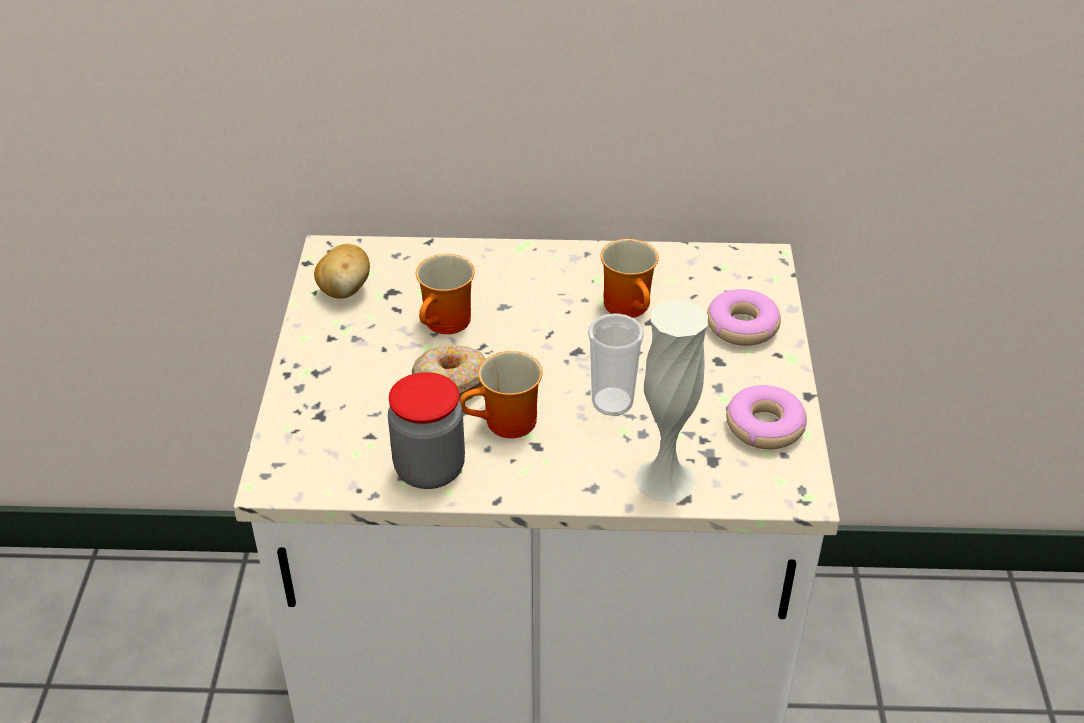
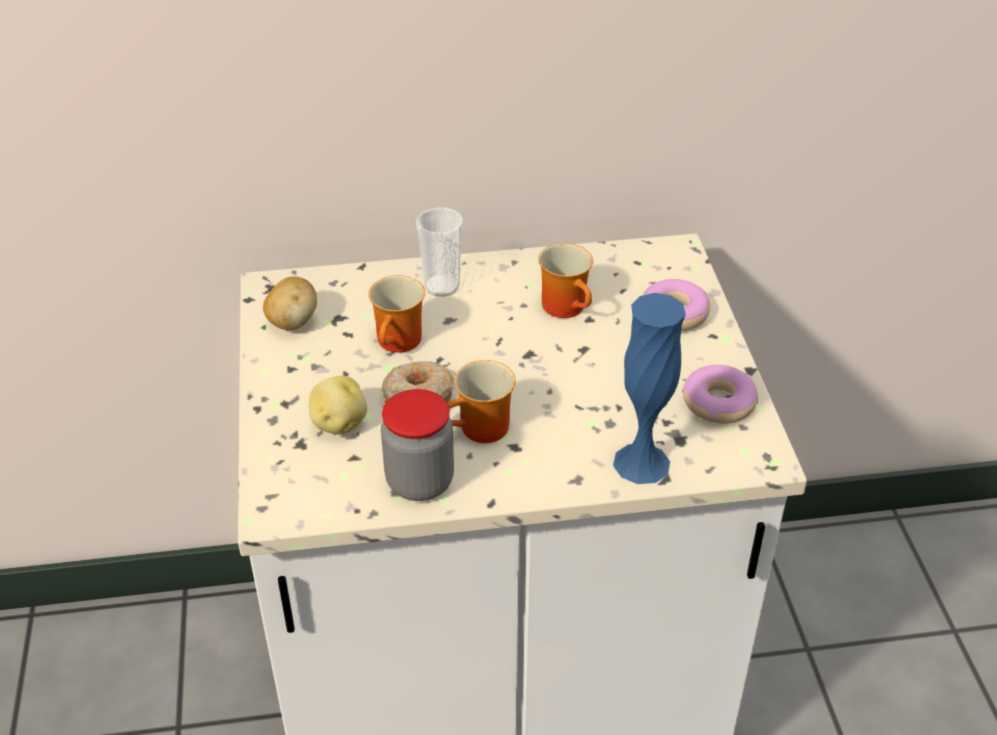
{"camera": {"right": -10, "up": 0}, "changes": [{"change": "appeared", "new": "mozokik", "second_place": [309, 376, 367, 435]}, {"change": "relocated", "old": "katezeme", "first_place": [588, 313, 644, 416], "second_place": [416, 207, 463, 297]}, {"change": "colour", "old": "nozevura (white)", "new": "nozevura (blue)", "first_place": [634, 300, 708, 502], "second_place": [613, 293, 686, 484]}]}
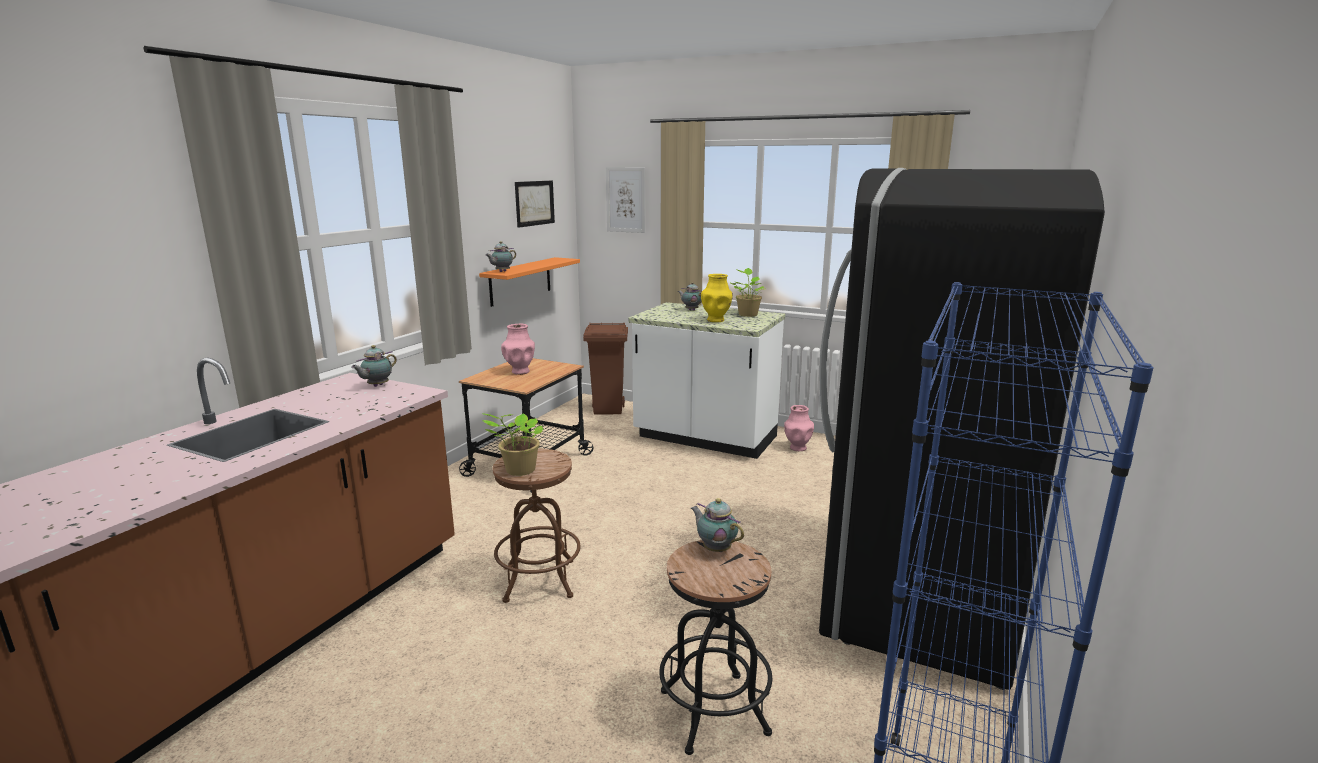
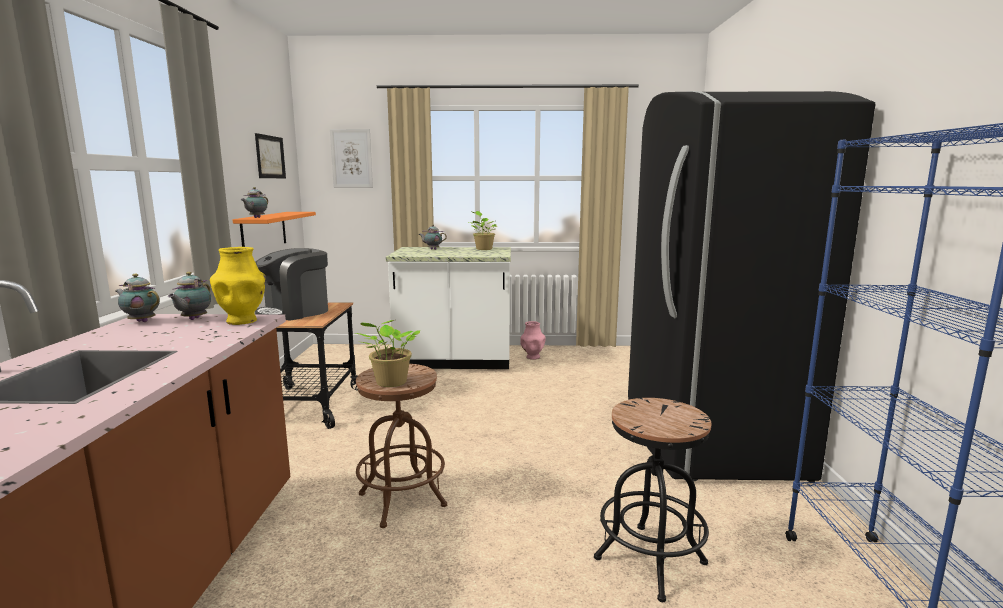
{"camera": {"right": -25, "up": -5}, "changes": [{"change": "missing", "old": "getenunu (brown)", "first_place": [583, 322, 628, 414]}, {"change": "relocated", "old": "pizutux", "first_place": [691, 498, 744, 552], "second_place": [115, 274, 160, 322]}, {"change": "relocated", "old": "nozevura (yellow)", "first_place": [701, 274, 733, 322], "second_place": [210, 247, 266, 325]}, {"change": "exchanged", "old": "nozevura (pink)", "new": "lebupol", "first_place": [501, 324, 535, 375], "second_place": [255, 248, 328, 321]}]}
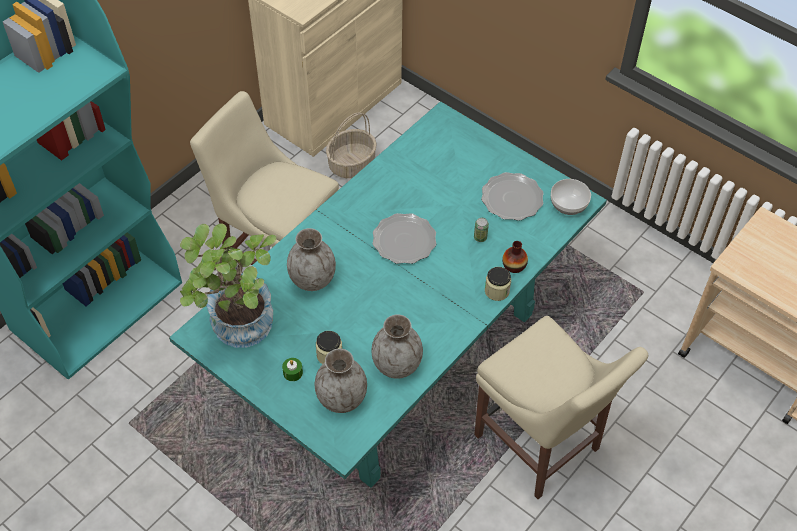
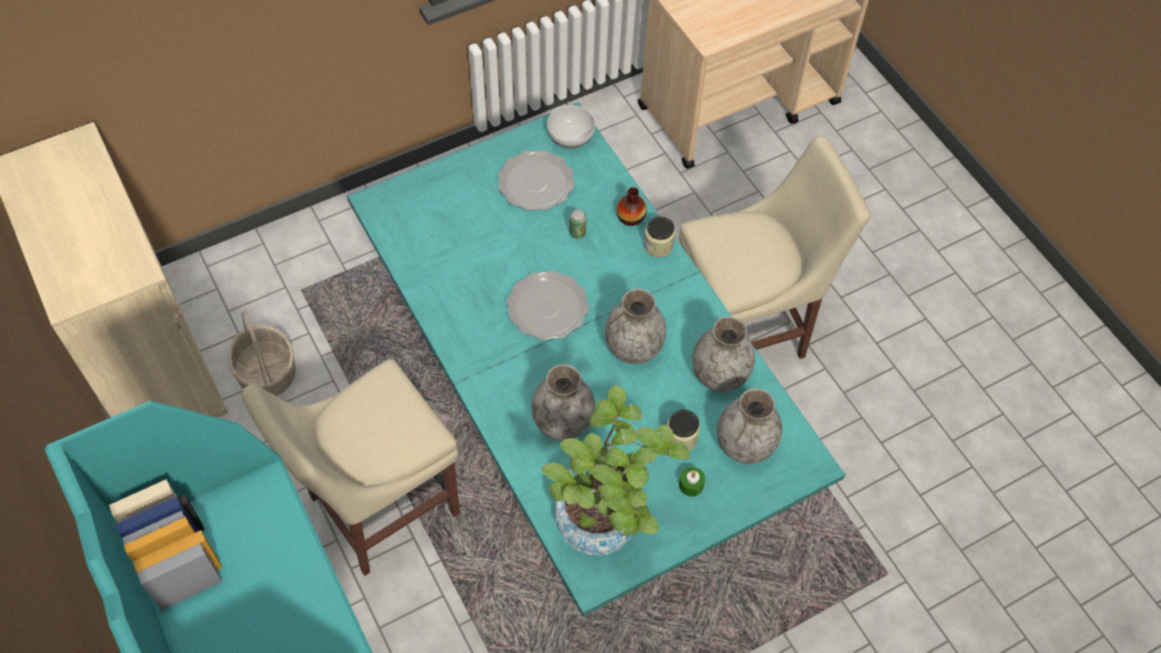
{"camera": {"right": -70, "up": 5}, "changes": [{"change": "appeared", "new": "nozevura (grey)", "second_place": [605, 288, 666, 364]}]}
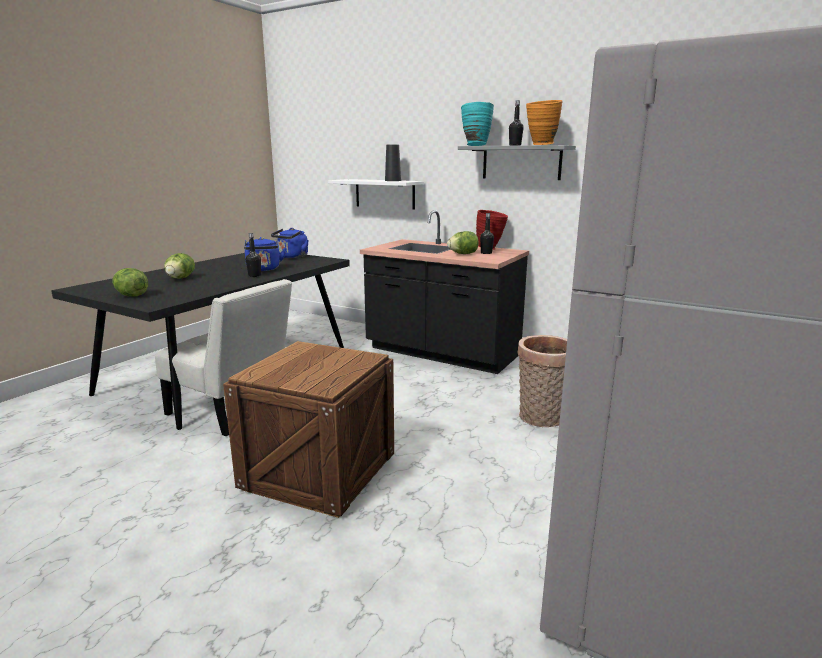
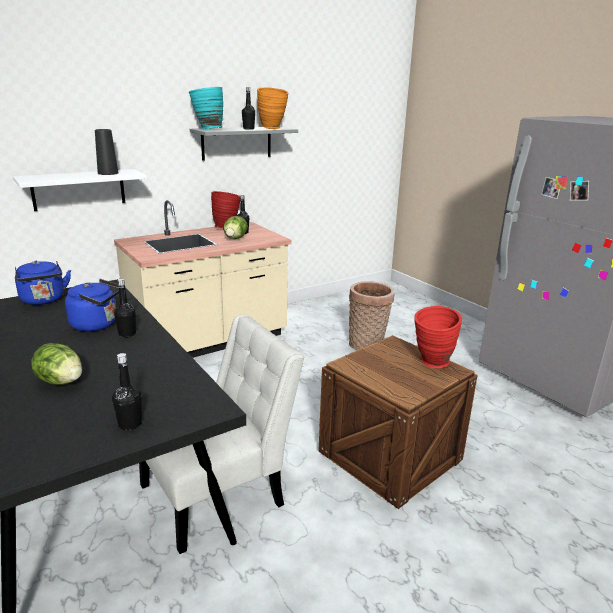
{"camera": {"right": -65, "up": 5}, "changes": [{"change": "appeared", "new": "nozevura (red)", "second_place": [414, 306, 462, 368]}, {"change": "exchanged", "old": "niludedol", "new": "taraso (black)", "first_place": [113, 268, 148, 297], "second_place": [112, 353, 142, 430]}, {"change": "colour", "old": "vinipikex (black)", "new": "vinipikex (beige)", "first_place": [360, 210, 529, 374], "second_place": [114, 200, 292, 358]}]}
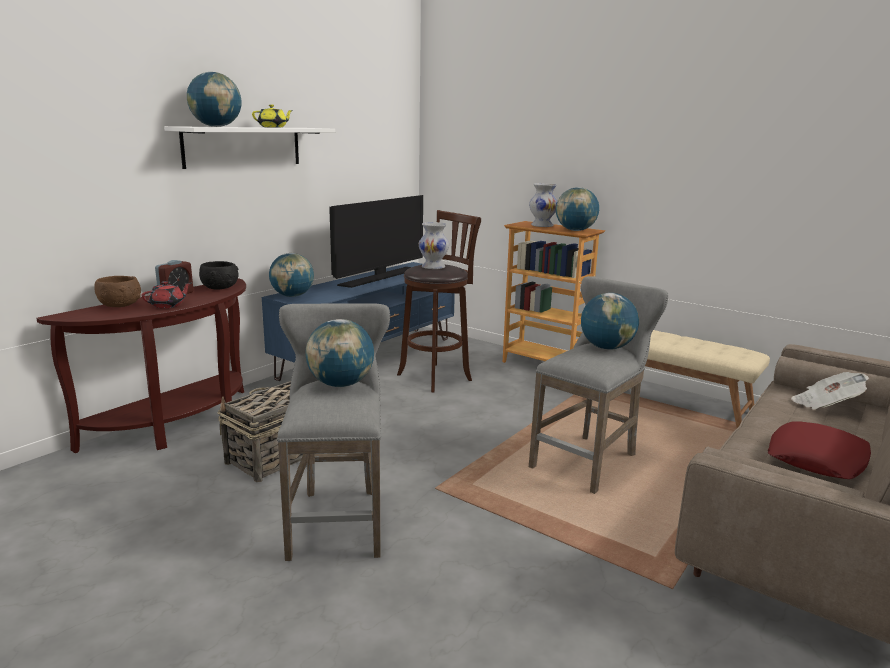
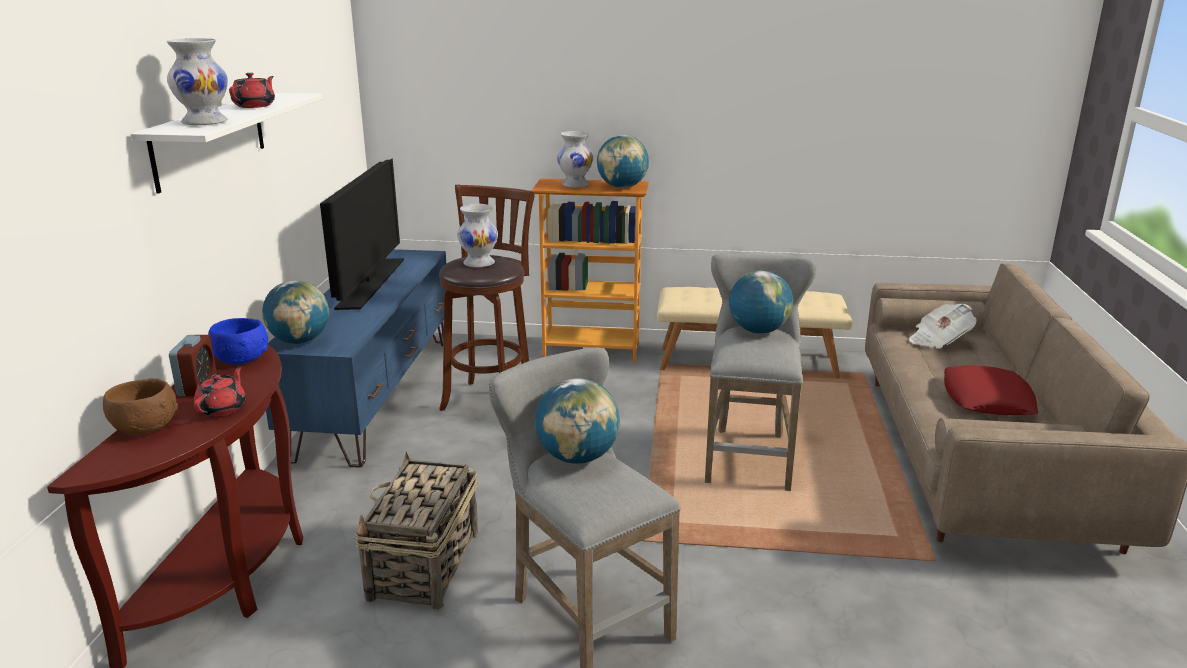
{"camera": {"right": -30, "up": 5}, "changes": [{"change": "exchanged", "old": "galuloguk", "new": "nozevura (white)", "first_place": [187, 72, 242, 127], "second_place": [167, 38, 228, 125]}, {"change": "colour", "old": "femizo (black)", "new": "femizo (blue)", "first_place": [199, 261, 239, 290], "second_place": [208, 318, 268, 364]}, {"change": "colour", "old": "pizutux (yellow)", "new": "pizutux (red)", "first_place": [252, 105, 293, 128], "second_place": [229, 73, 275, 108]}]}
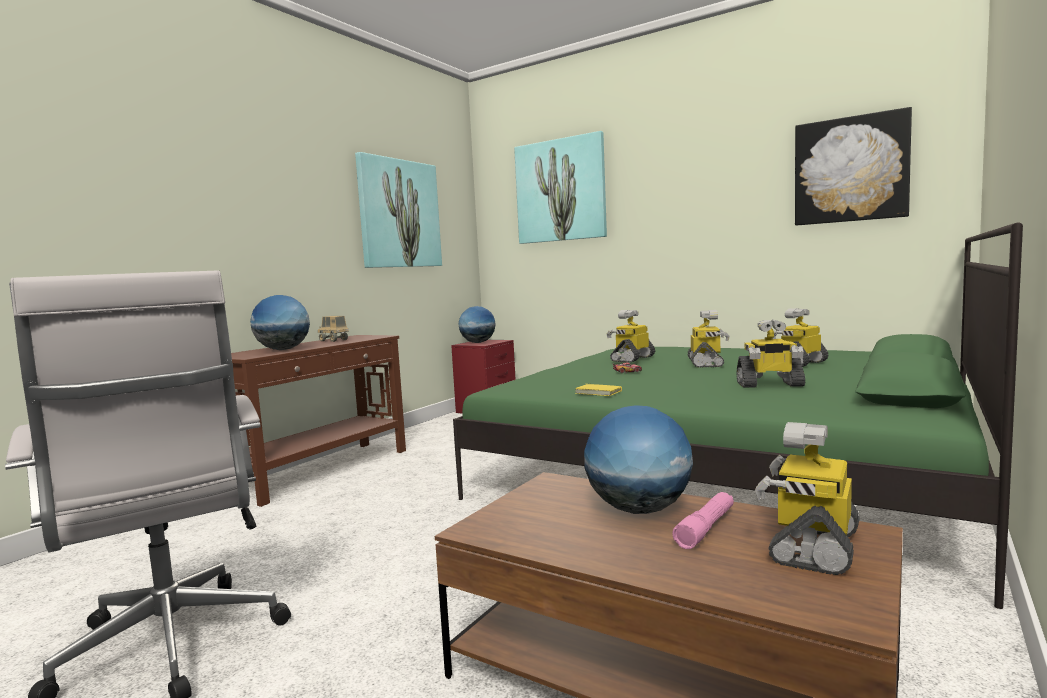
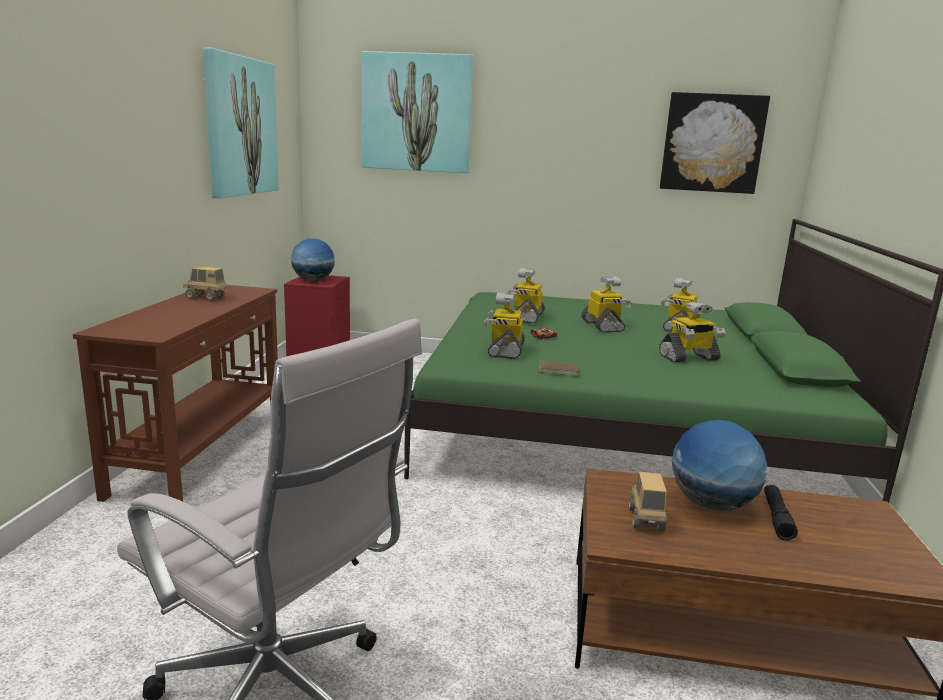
{"camera": {"right": -25, "up": 10}, "changes": [{"change": "missing", "old": "galuloguk", "first_place": [250, 295, 310, 350]}, {"change": "appeared", "new": "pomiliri", "second_place": [629, 472, 667, 532]}, {"change": "relocated", "old": "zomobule", "first_place": [755, 422, 860, 575], "second_place": [483, 293, 525, 359]}, {"change": "colour", "old": "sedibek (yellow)", "new": "sedibek (brown)", "first_place": [575, 383, 622, 396], "second_place": [538, 358, 578, 376]}, {"change": "colour", "old": "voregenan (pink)", "new": "voregenan (black)", "first_place": [672, 492, 734, 549], "second_place": [764, 485, 798, 541]}]}
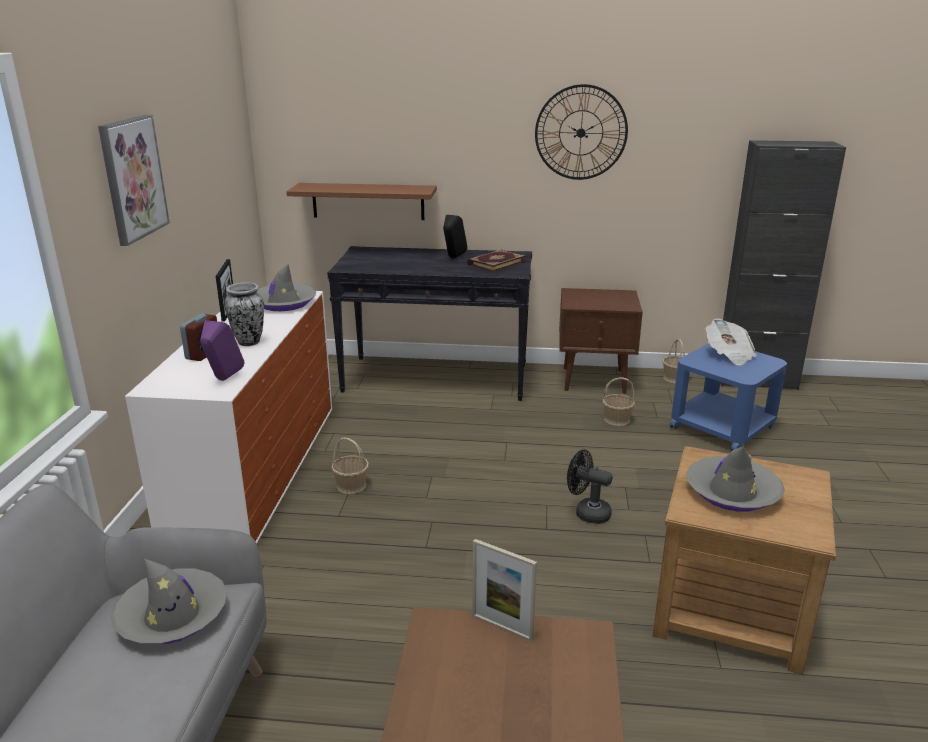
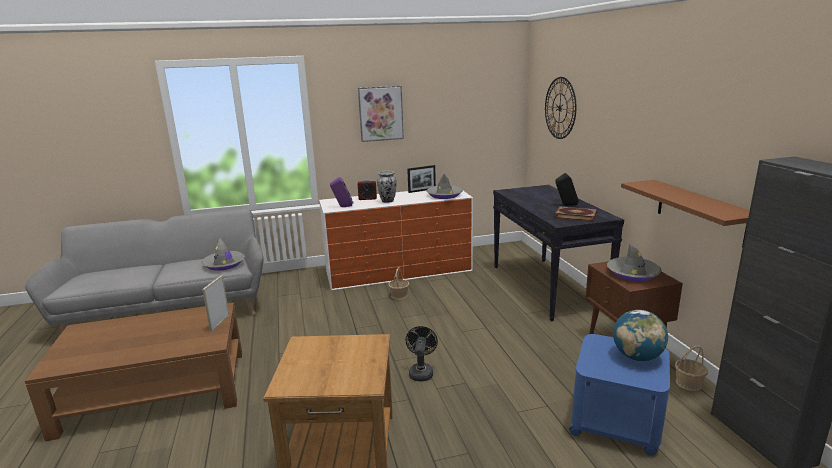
{"camera": {"right": 70, "up": -5}, "changes": [{"change": "missing", "old": "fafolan", "first_place": [603, 377, 635, 426]}, {"change": "relocated", "old": "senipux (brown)", "first_place": [286, 183, 437, 220], "second_place": [621, 180, 750, 248]}, {"change": "relocated", "old": "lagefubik", "first_place": [535, 84, 628, 180], "second_place": [545, 77, 576, 139]}, {"change": "relocated", "old": "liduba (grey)", "first_place": [686, 446, 785, 512], "second_place": [607, 244, 662, 281]}, {"change": "exchanged", "old": "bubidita", "new": "galuloguk", "first_place": [706, 319, 757, 366], "second_place": [613, 310, 668, 361]}]}
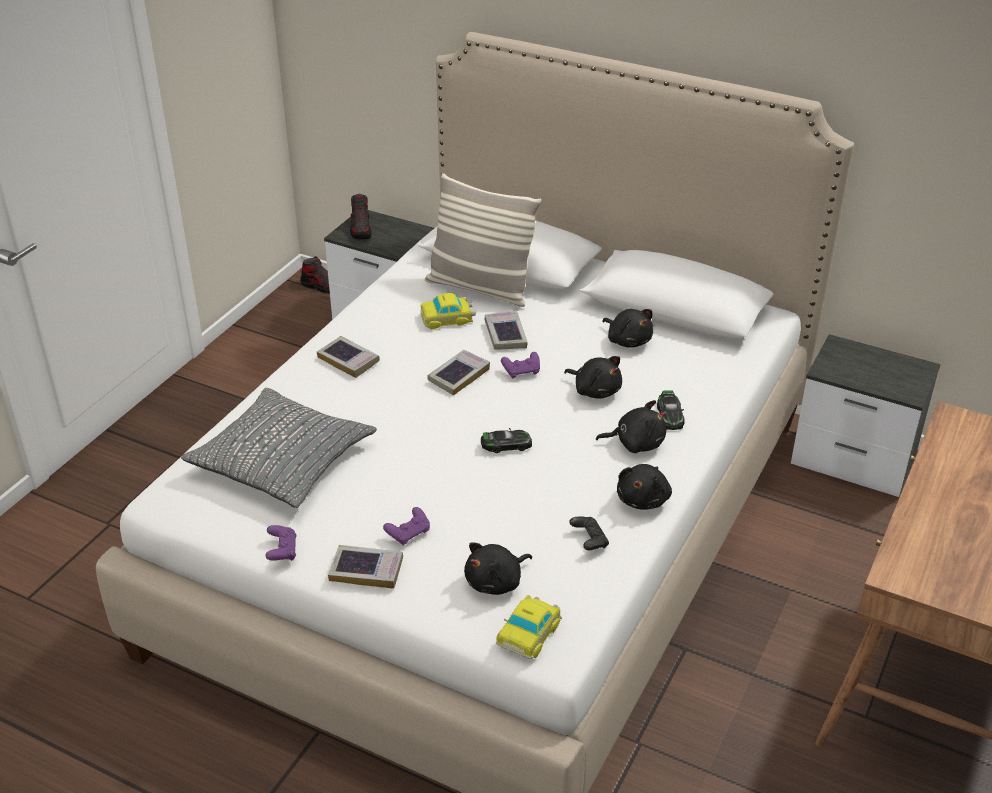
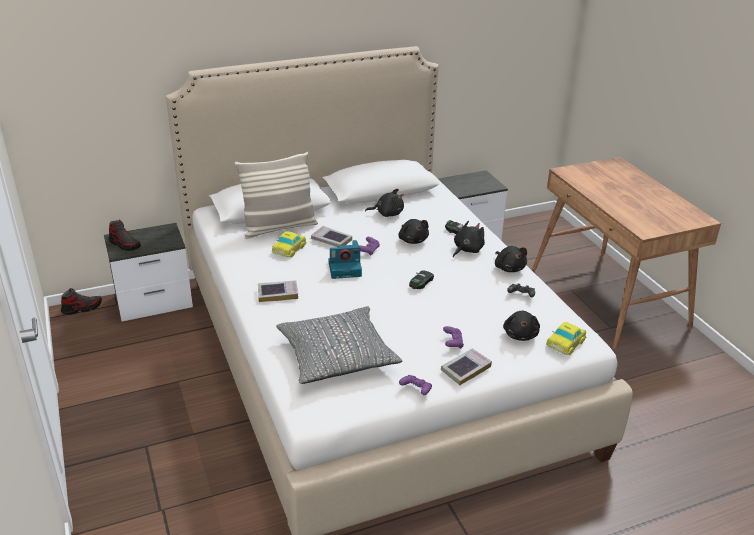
{"camera": {"right": -50, "up": -5}, "changes": [{"change": "exchanged", "old": "sedibek", "new": "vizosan", "first_place": [427, 350, 490, 396], "second_place": [328, 240, 362, 279]}, {"change": "spun", "old": "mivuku", "first_place": [496, 595, 562, 659], "second_place": [546, 322, 586, 355], "degrees": 60}, {"change": "spun", "old": "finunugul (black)", "first_place": [564, 356, 622, 399], "second_place": [398, 219, 429, 244], "degrees": 75}]}
